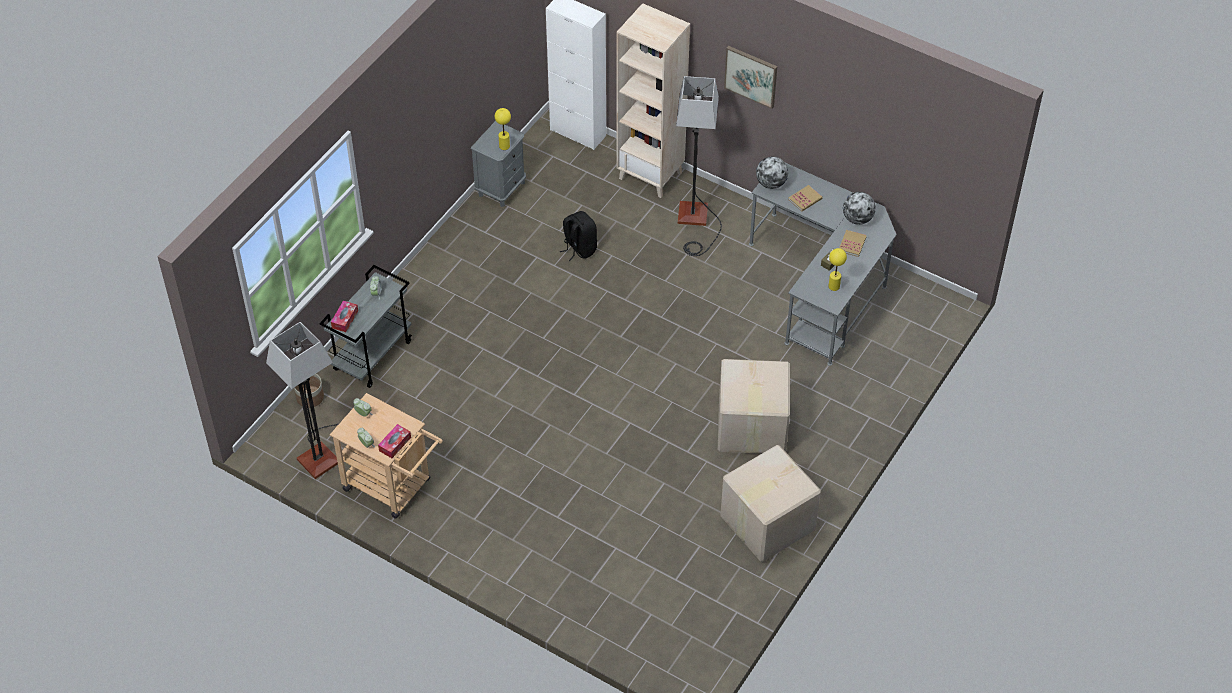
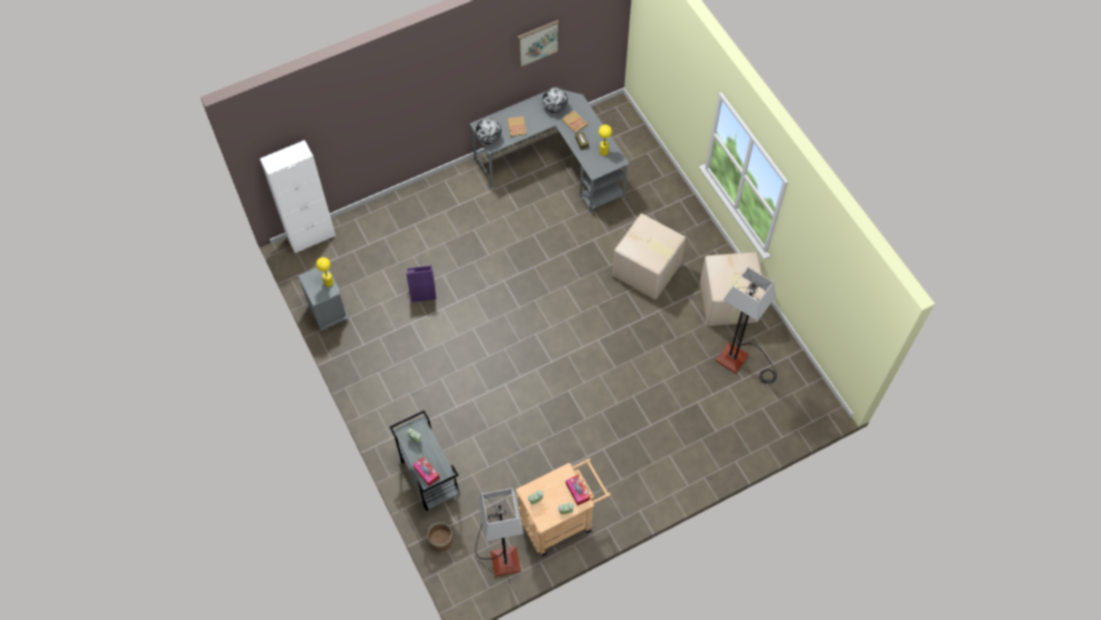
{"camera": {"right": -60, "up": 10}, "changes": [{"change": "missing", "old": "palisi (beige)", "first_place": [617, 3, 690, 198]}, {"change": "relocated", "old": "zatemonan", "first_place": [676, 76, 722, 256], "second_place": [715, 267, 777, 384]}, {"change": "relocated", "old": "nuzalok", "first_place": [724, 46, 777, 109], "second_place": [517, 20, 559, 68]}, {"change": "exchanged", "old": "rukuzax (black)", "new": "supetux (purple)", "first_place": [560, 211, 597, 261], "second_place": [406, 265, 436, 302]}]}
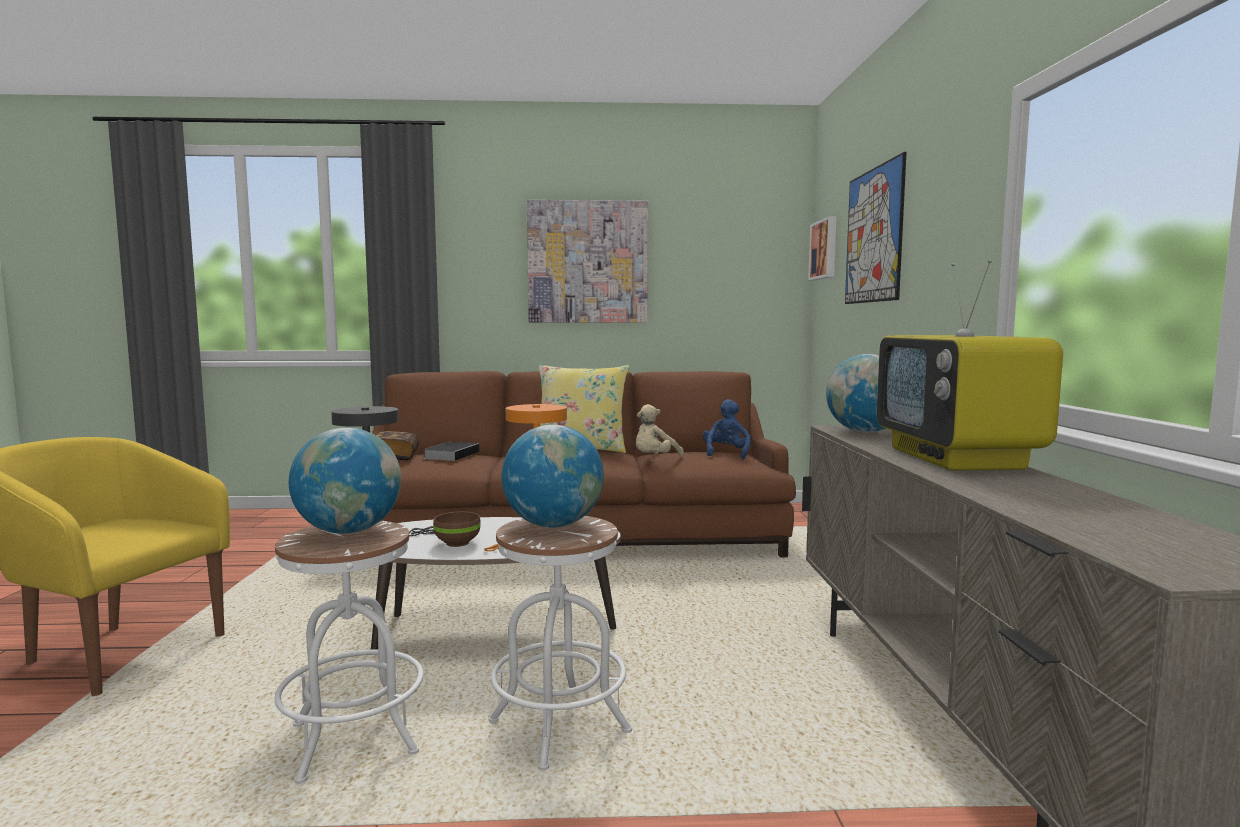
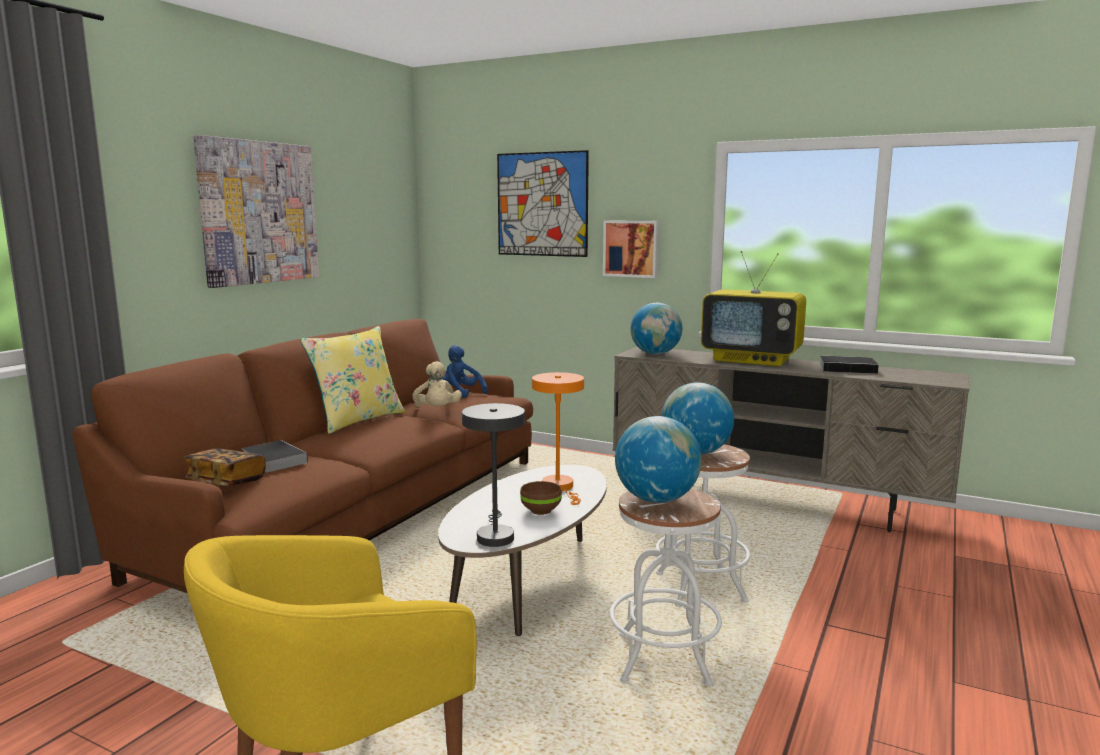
{"camera": {"right": -60, "up": 5}, "changes": [{"change": "appeared", "new": "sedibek", "second_place": [819, 356, 879, 374]}, {"change": "relocated", "old": "nuzalok", "first_place": [808, 216, 836, 280], "second_place": [603, 221, 659, 278]}]}
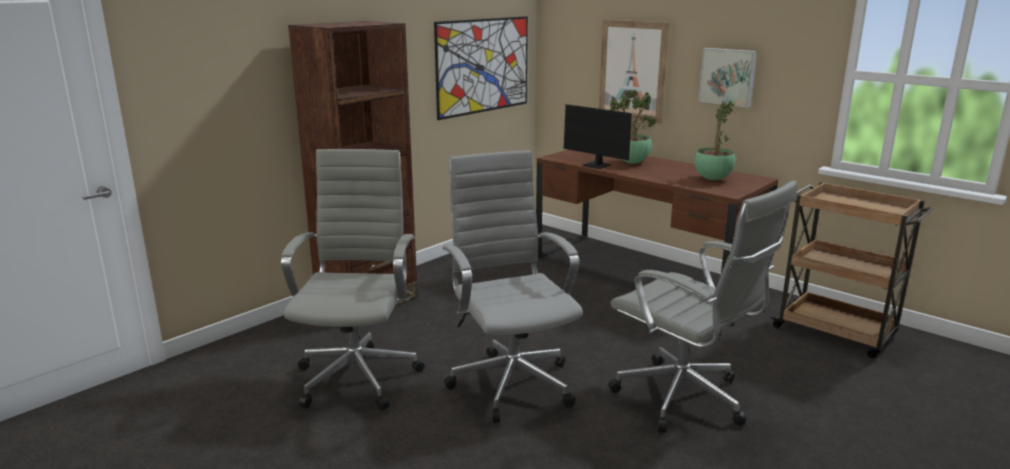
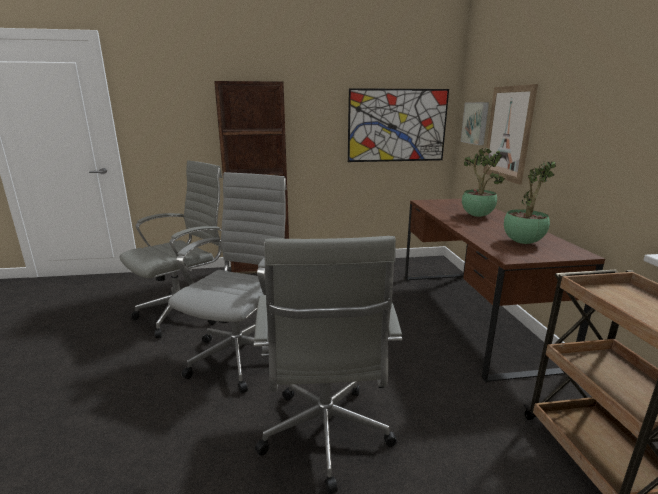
{"camera": {"right": 40, "up": 0}, "changes": [{"change": "missing", "old": "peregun", "first_place": [563, 104, 653, 169]}, {"change": "relocated", "old": "nuzalok", "first_place": [698, 48, 757, 108], "second_place": [461, 102, 489, 145]}]}
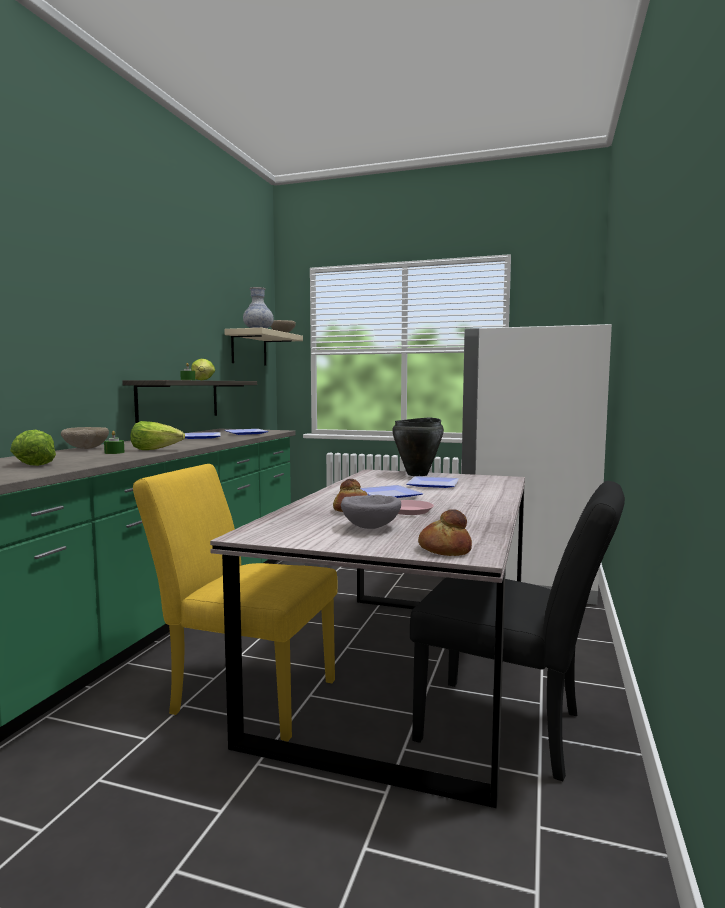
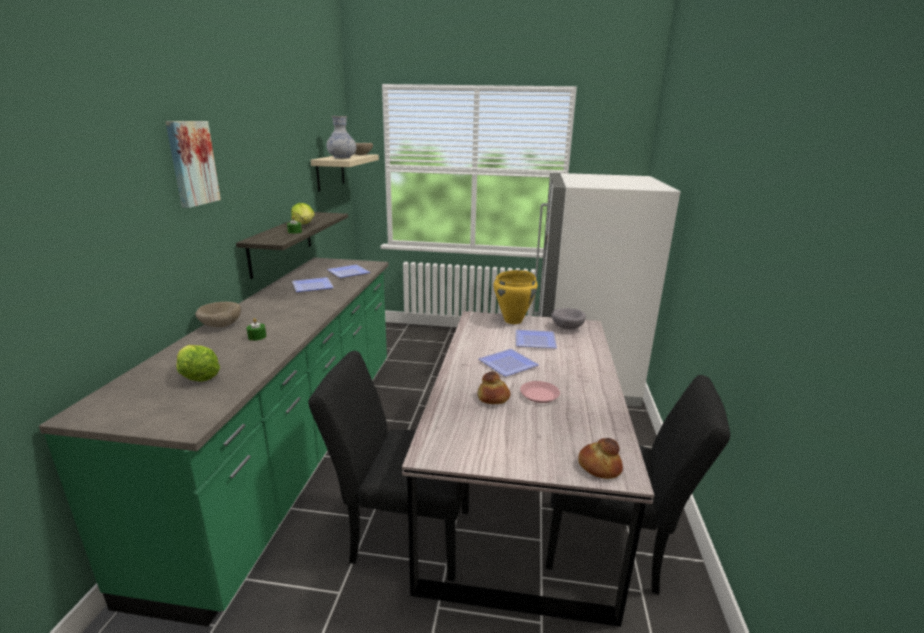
{"camera": {"right": -10, "up": 15}, "changes": [{"change": "missing", "old": "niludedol", "first_place": [131, 421, 185, 450]}, {"change": "appeared", "new": "nuzalok", "second_place": [165, 121, 221, 208]}, {"change": "relocated", "old": "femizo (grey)", "first_place": [341, 495, 401, 529], "second_place": [551, 308, 586, 330]}, {"change": "colour", "old": "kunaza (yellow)", "new": "kunaza (black)", "first_place": [133, 464, 337, 742], "second_place": [308, 351, 469, 582]}, {"change": "colour", "old": "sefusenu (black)", "new": "sefusenu (yellow)", "first_place": [392, 417, 444, 476], "second_place": [494, 270, 538, 324]}]}
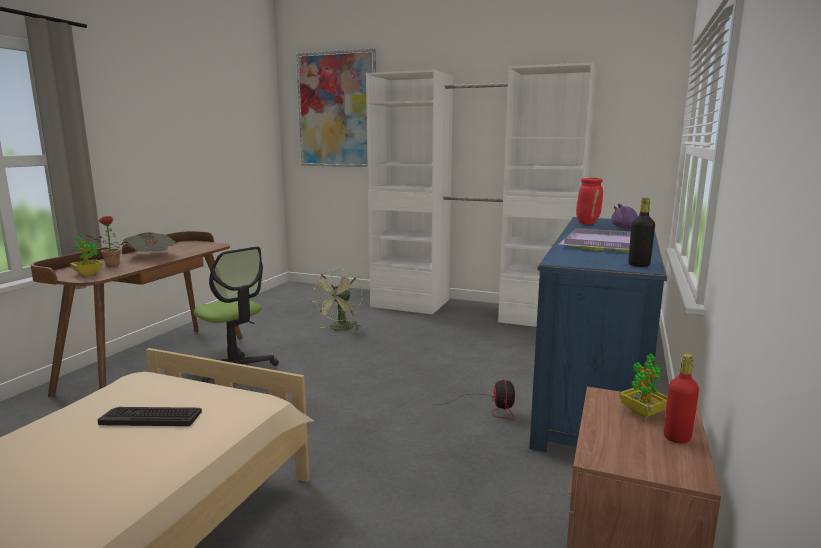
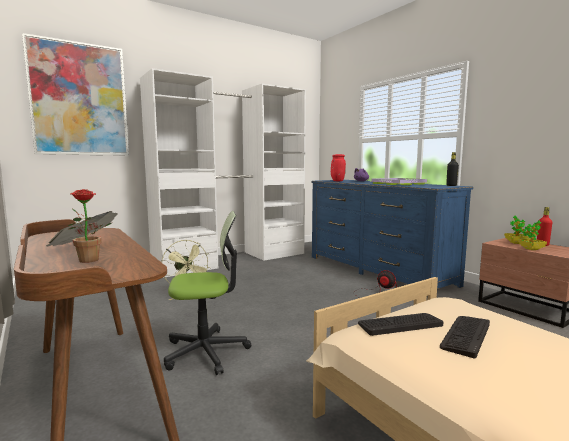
{"camera": {"right": -55, "up": -5}, "changes": [{"change": "appeared", "new": "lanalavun", "second_place": [358, 313, 444, 336]}, {"change": "relocated", "old": "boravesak", "first_place": [70, 237, 103, 276], "second_place": [518, 221, 547, 250]}]}
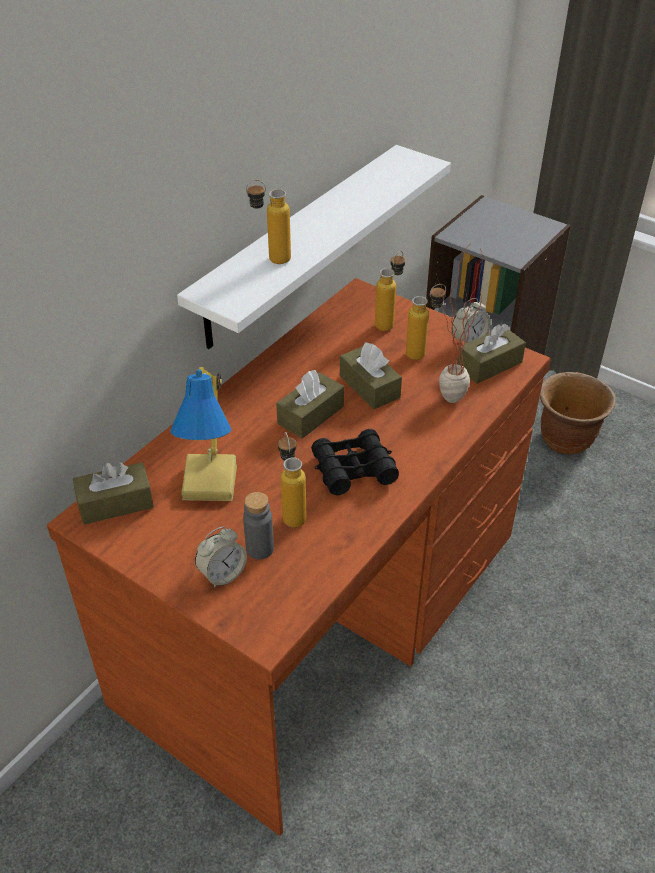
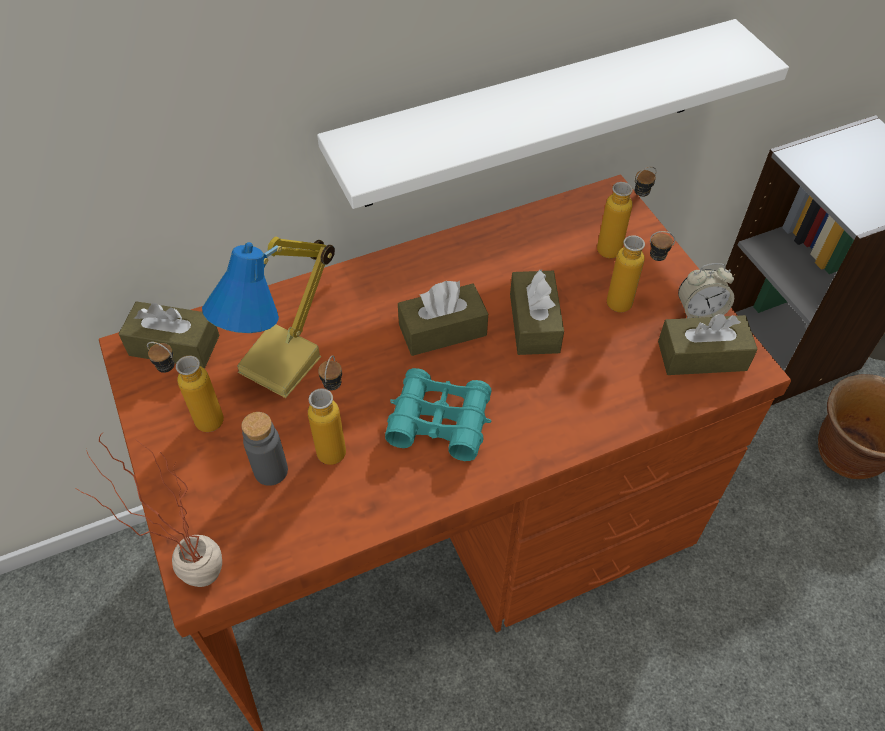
{"camera": {"right": 30, "up": 10}, "changes": [{"change": "missing", "old": "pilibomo", "first_place": [195, 526, 247, 588]}, {"change": "relocated", "old": "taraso", "first_place": [246, 180, 291, 264], "second_place": [147, 342, 224, 432]}, {"change": "relocated", "old": "boravesak", "first_place": [437, 249, 484, 403], "second_place": [77, 432, 222, 587]}, {"change": "colour", "old": "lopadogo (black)", "new": "lopadogo (turquoise)", "first_place": [311, 429, 399, 495], "second_place": [385, 368, 492, 461]}]}
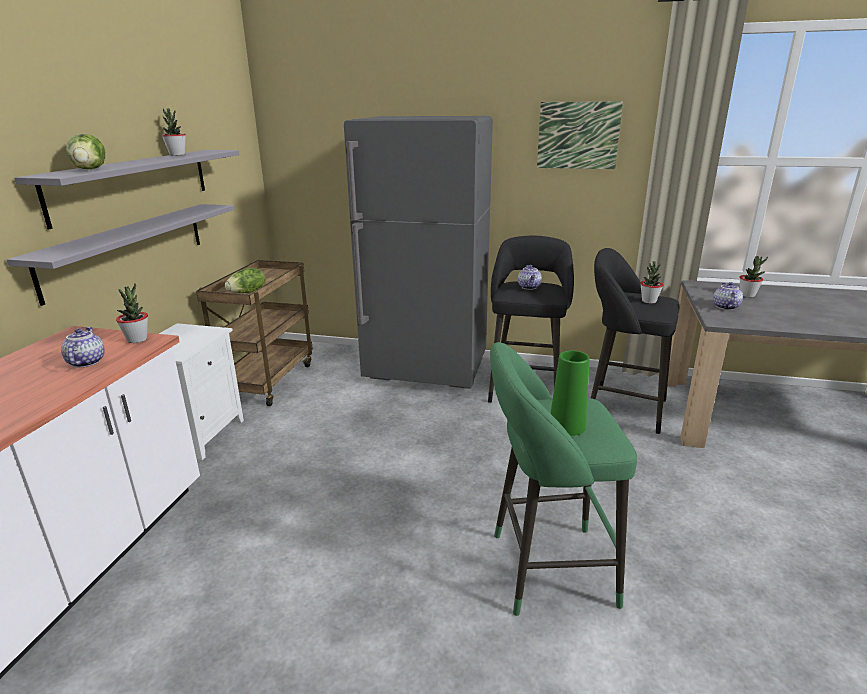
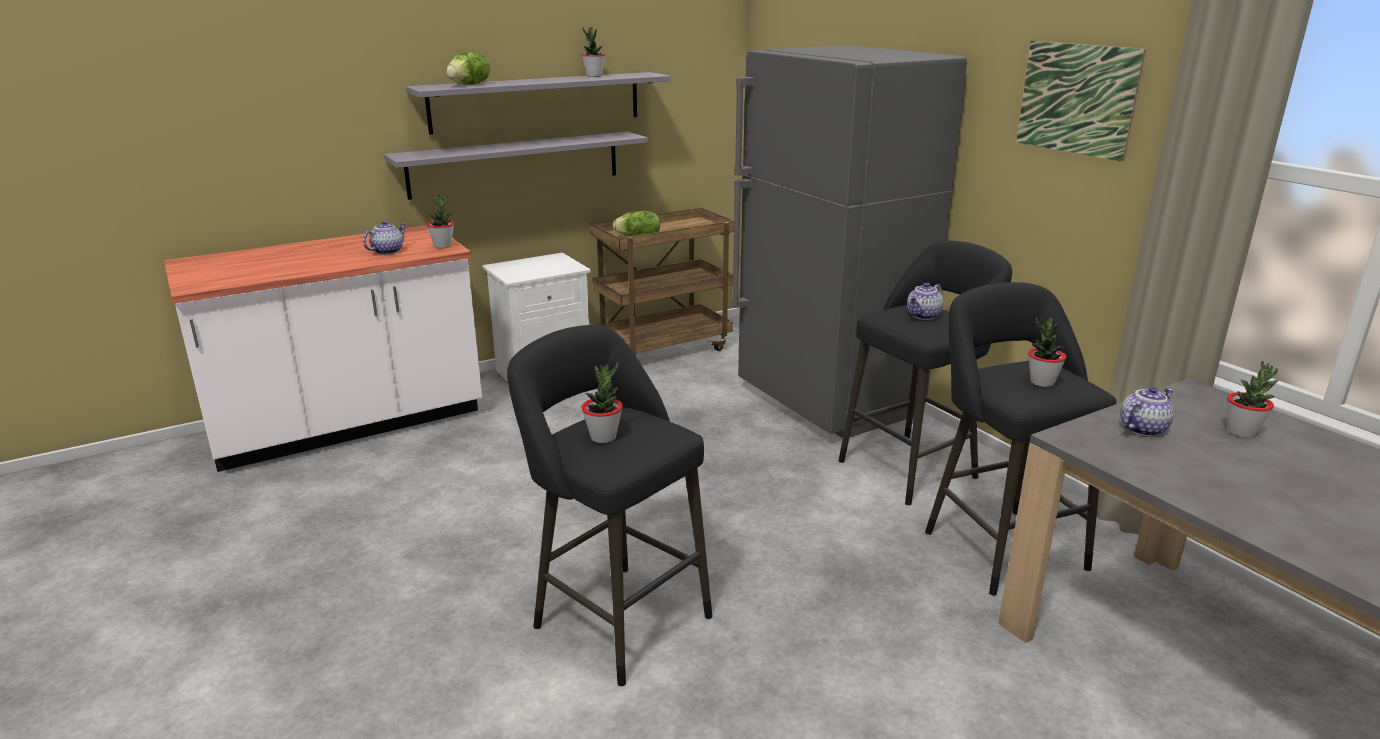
{"camera": {"right": 45, "up": 0}, "changes": [{"change": "exchanged", "old": "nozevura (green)", "new": "boravesak", "first_place": [550, 350, 590, 436], "second_place": [582, 362, 623, 443]}, {"change": "colour", "old": "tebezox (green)", "new": "tebezox (black)", "first_place": [490, 342, 637, 616], "second_place": [507, 325, 712, 686]}]}
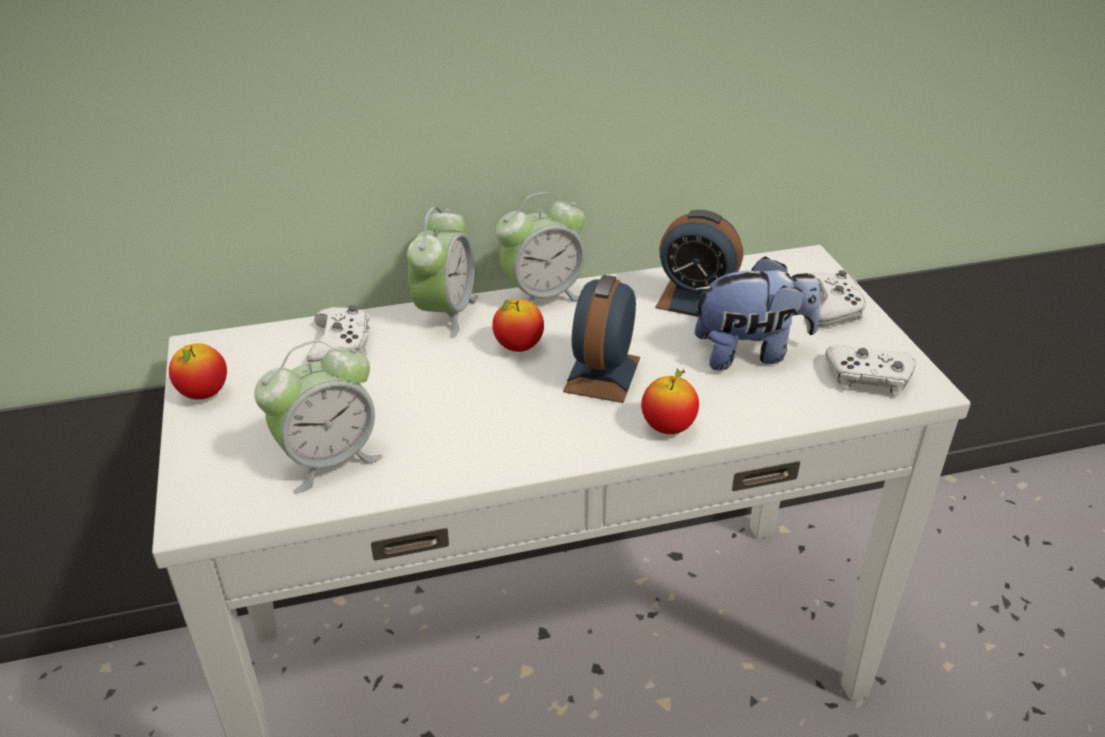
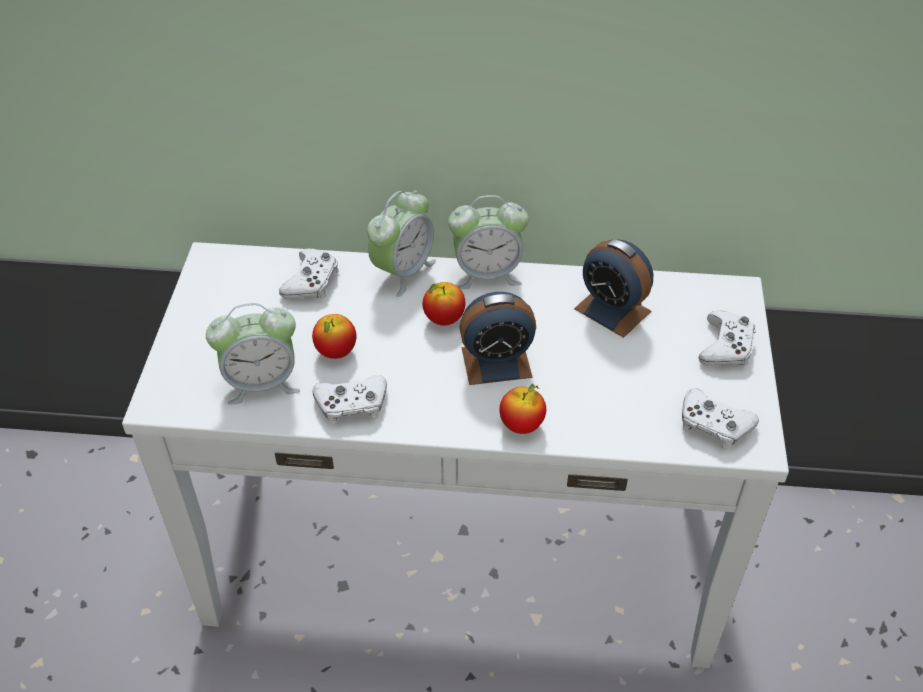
{"camera": {"right": 20, "up": 10}, "changes": [{"change": "missing", "old": "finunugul", "first_place": [693, 256, 820, 370]}, {"change": "appeared", "new": "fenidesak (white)", "second_place": [312, 375, 387, 425]}, {"change": "relocated", "old": "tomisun", "first_place": [169, 343, 227, 400], "second_place": [312, 314, 357, 359]}, {"change": "spun", "old": "pilibomo", "first_place": [563, 275, 640, 403], "second_place": [459, 292, 536, 385], "degrees": -135}]}
